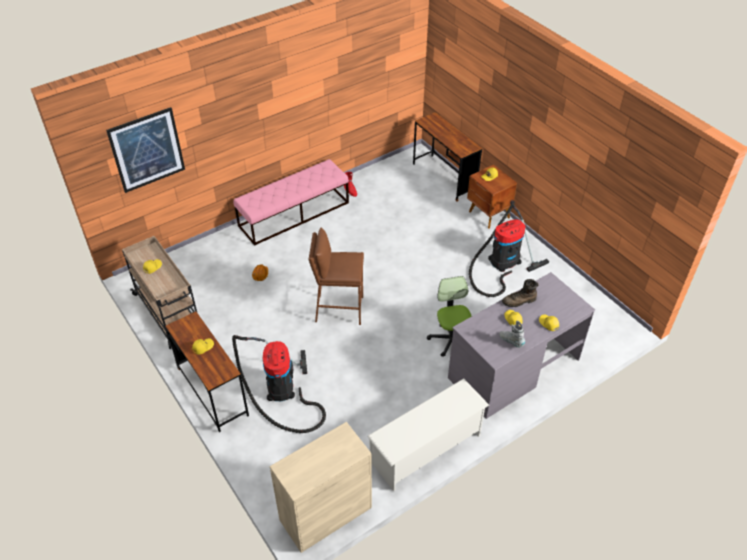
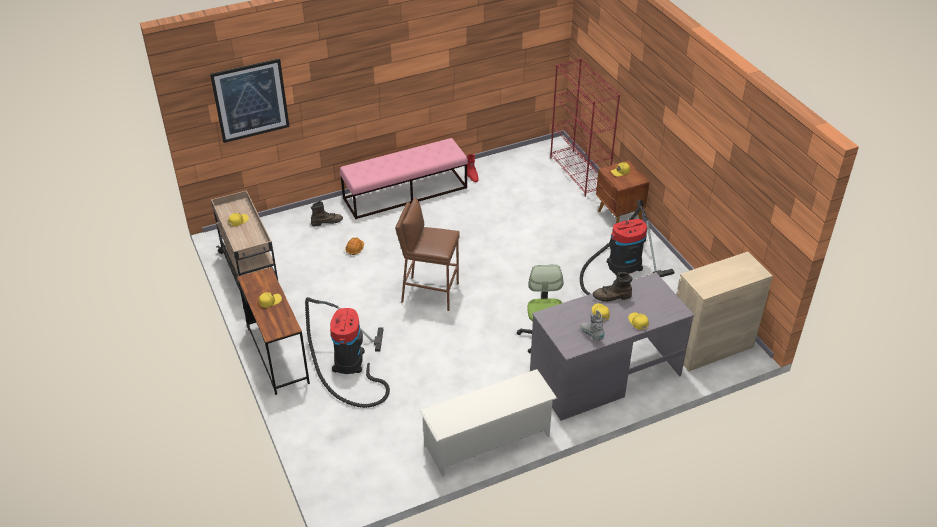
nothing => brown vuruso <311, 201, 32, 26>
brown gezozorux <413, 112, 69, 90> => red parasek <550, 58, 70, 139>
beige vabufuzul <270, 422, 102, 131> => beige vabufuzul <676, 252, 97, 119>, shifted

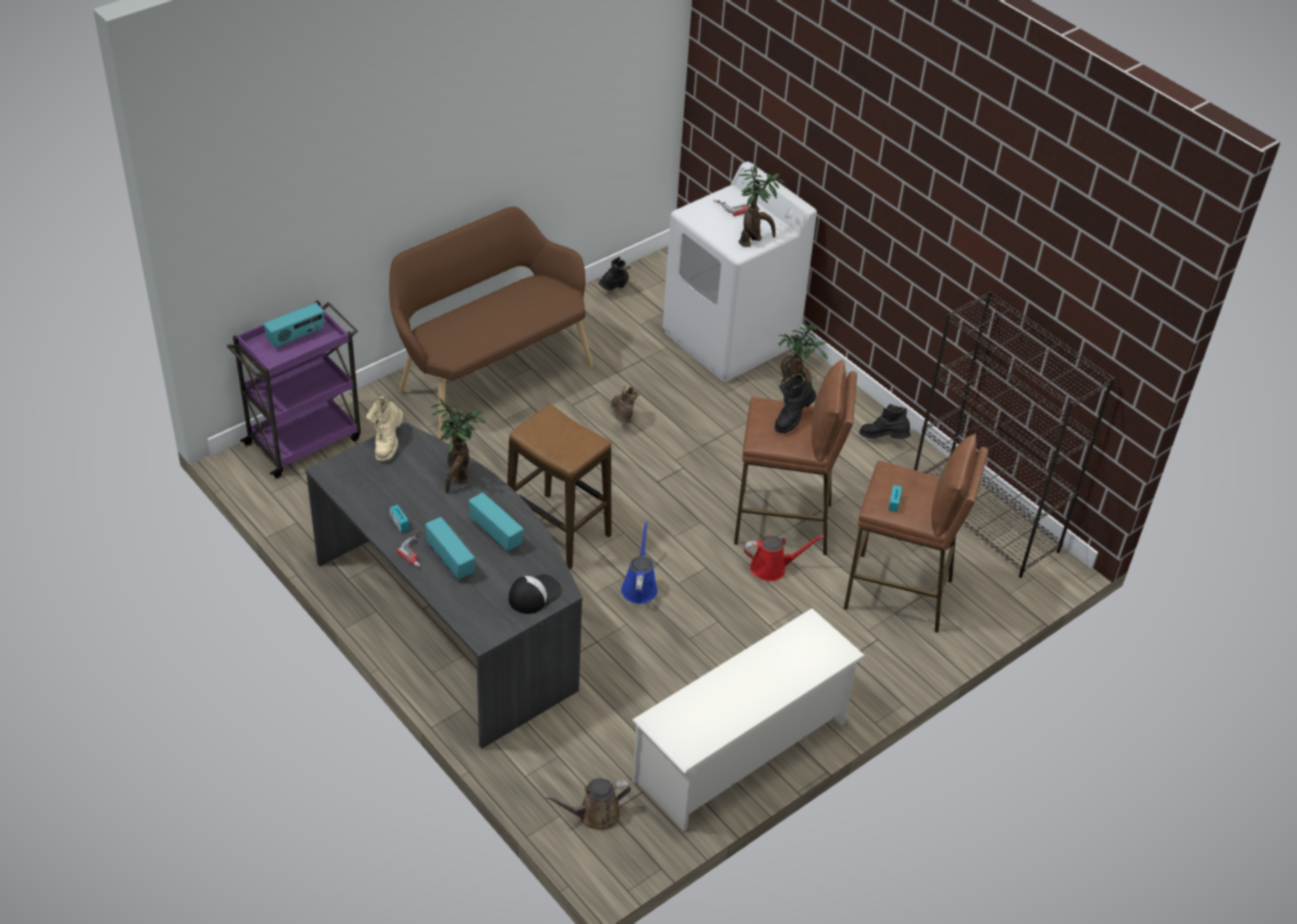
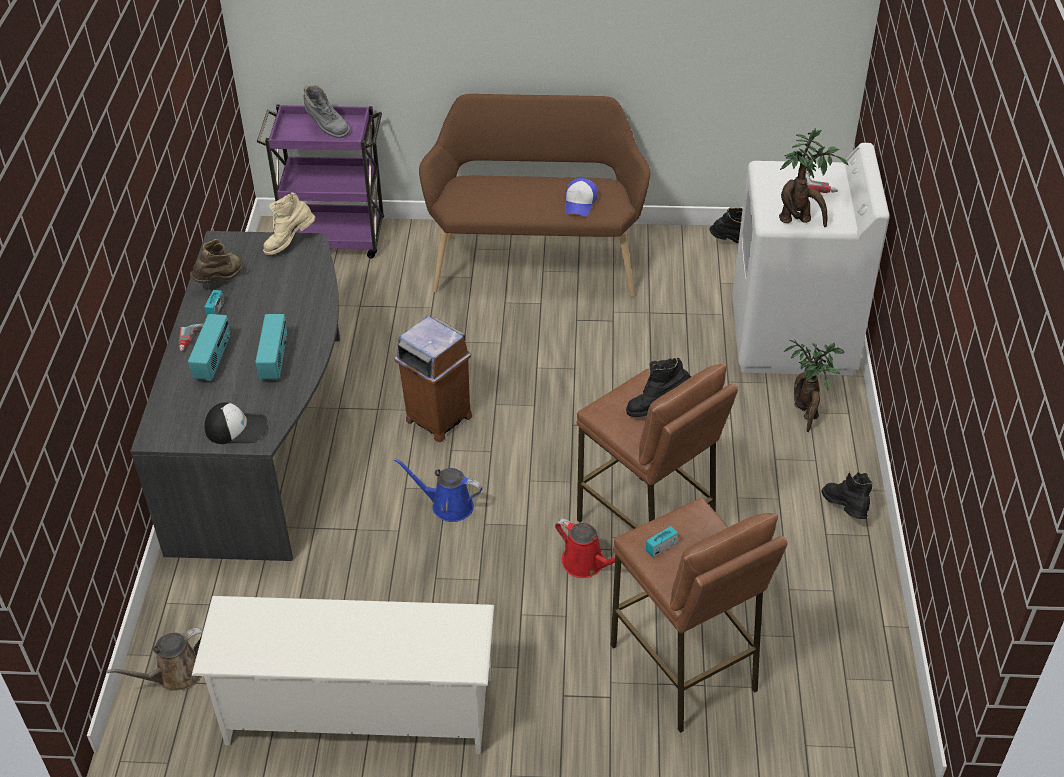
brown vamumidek <543, 778, 88, 53> => brown vamumidek <106, 628, 97, 63>, 60 degrees counterclockwise
brown vuruso <610, 385, 31, 38> => brown vuruso <190, 239, 52, 44>, shifted
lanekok <263, 303, 61, 45> => grey vuruso <304, 85, 46, 53>
blue vamumidek <621, 521, 37, 83> => blue vamumidek <394, 458, 88, 64>, 120 degrees counterclockwise
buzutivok <507, 404, 104, 165> => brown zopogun <395, 316, 77, 126>
nothing => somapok <565, 178, 33, 38>
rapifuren <431, 398, 55, 95> => nothing
black parasek <914, 291, 201, 287> => nothing

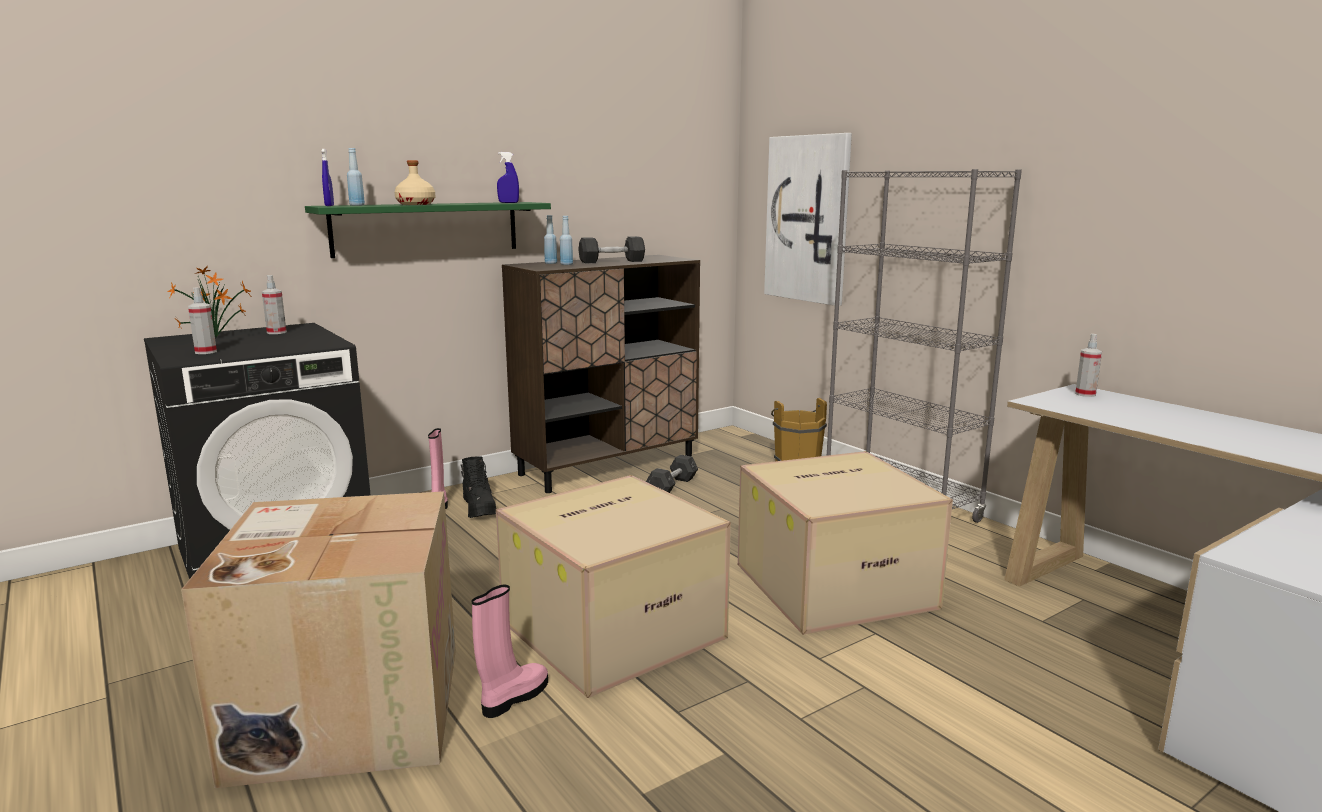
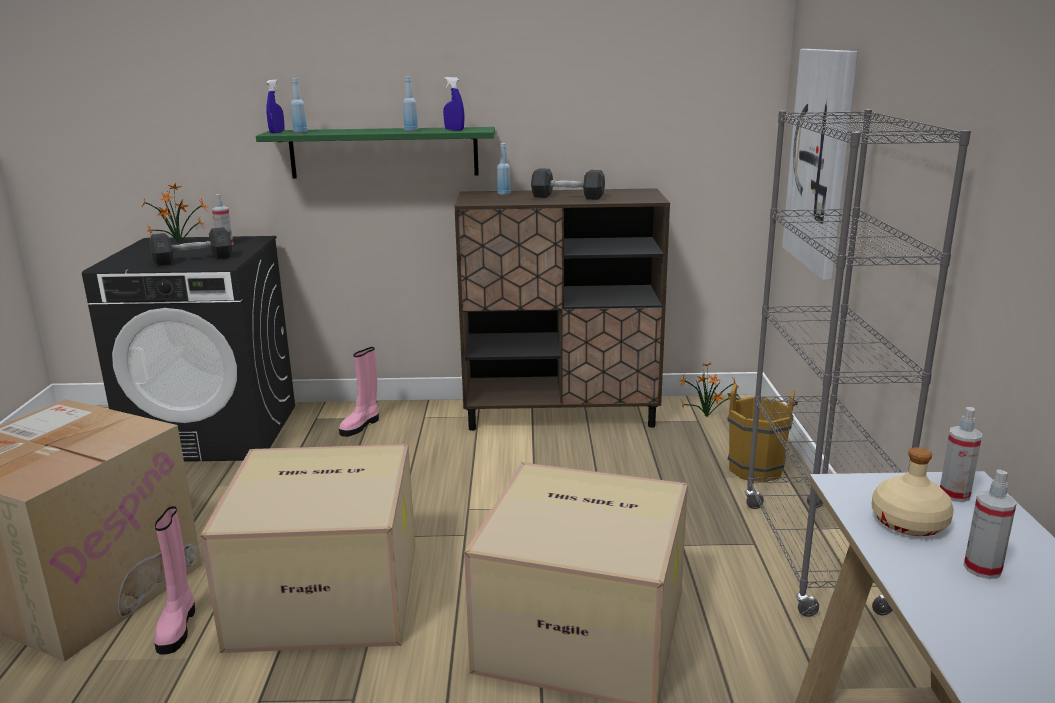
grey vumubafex <646, 455, 52, 38> => grey vumubafex <149, 227, 83, 39>, shifted
pink vuruso <472, 584, 76, 134> => pink vuruso <154, 506, 41, 149>, 105 degrees clockwise
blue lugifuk <560, 216, 13, 49> => blue lugifuk <403, 77, 15, 54>, shifted
nothing => rapifuren <680, 362, 59, 55>
beige lugifuk <394, 160, 41, 45> => beige lugifuk <872, 447, 82, 89>, shifted
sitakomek <188, 288, 29, 66> => sitakomek <964, 470, 53, 109>, shifted
black vuruso <461, 457, 35, 61> => nothing

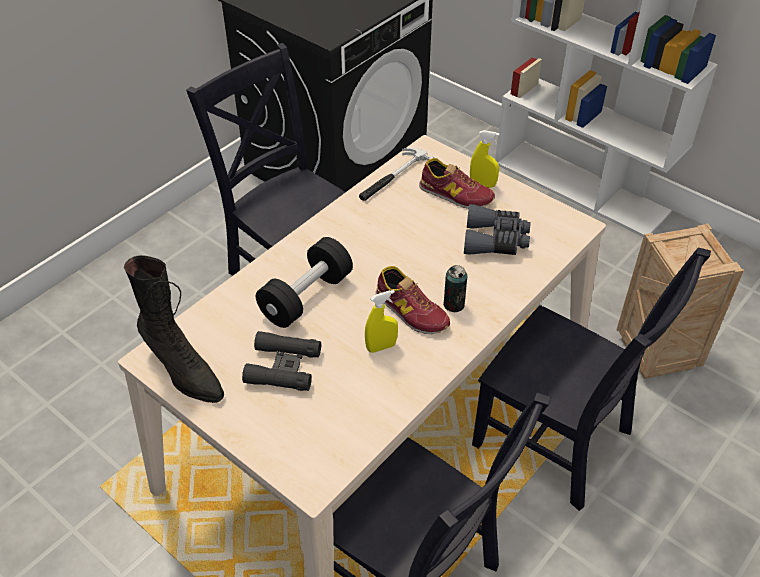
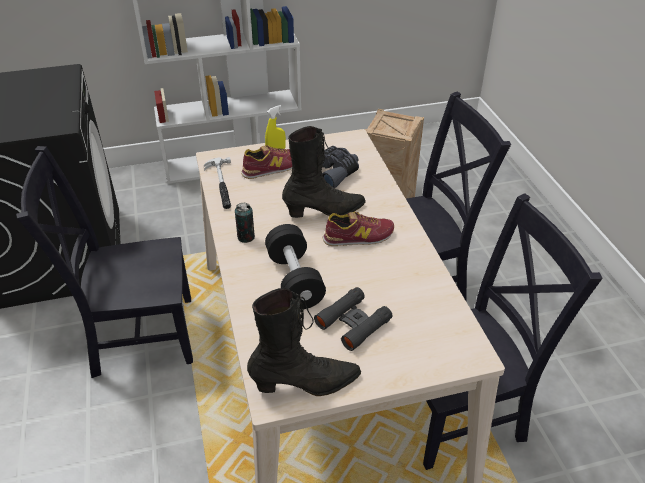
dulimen <443, 265, 24, 47> => dulimen <235, 203, 20, 40>, shifted
nothing => black vuruso <282, 126, 84, 92>
yellow sitakomek <365, 290, 33, 63> => nothing

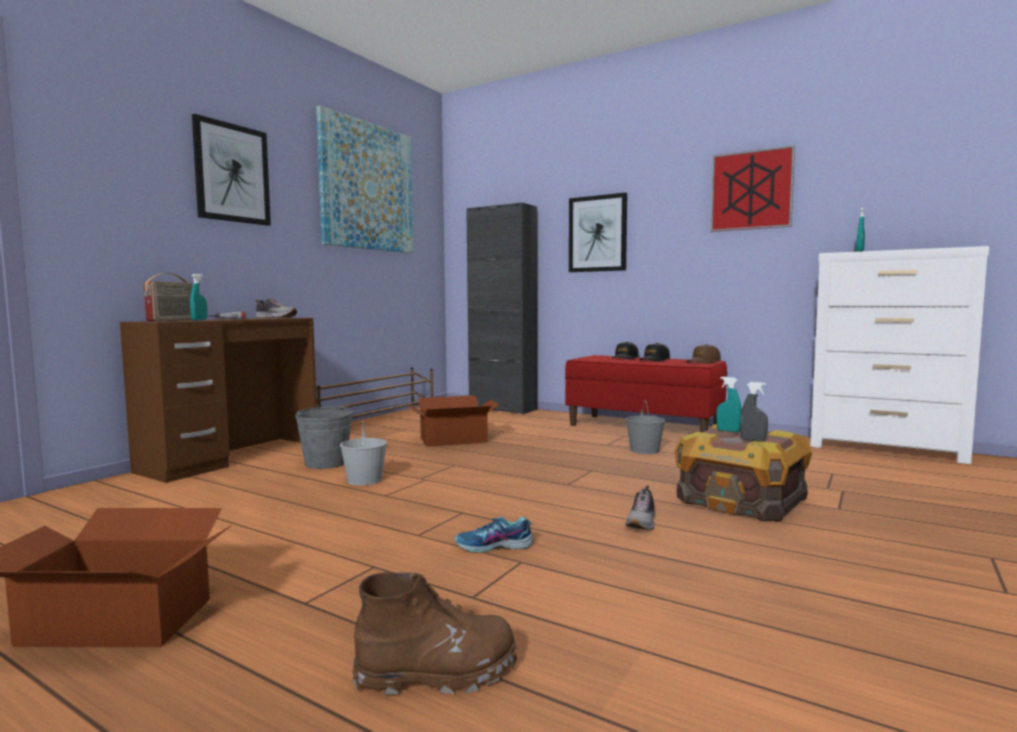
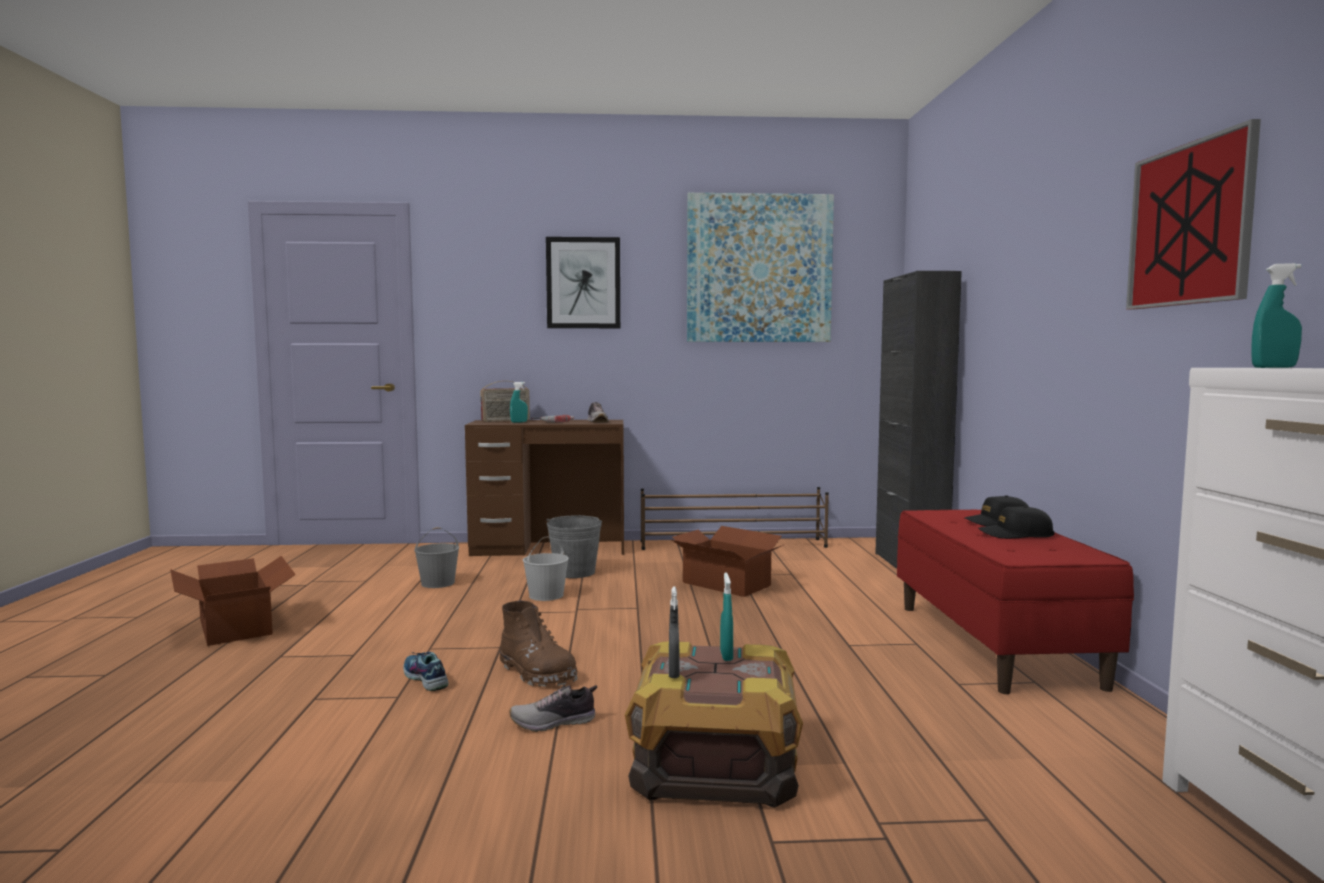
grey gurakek <626, 400, 39, 54> => grey gurakek <414, 527, 45, 61>, shifted
brown vuruso <352, 572, 165, 123> => brown vuruso <500, 601, 78, 86>, shifted
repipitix <569, 193, 58, 79> => nothing
brown somapok <686, 344, 35, 20> => nothing

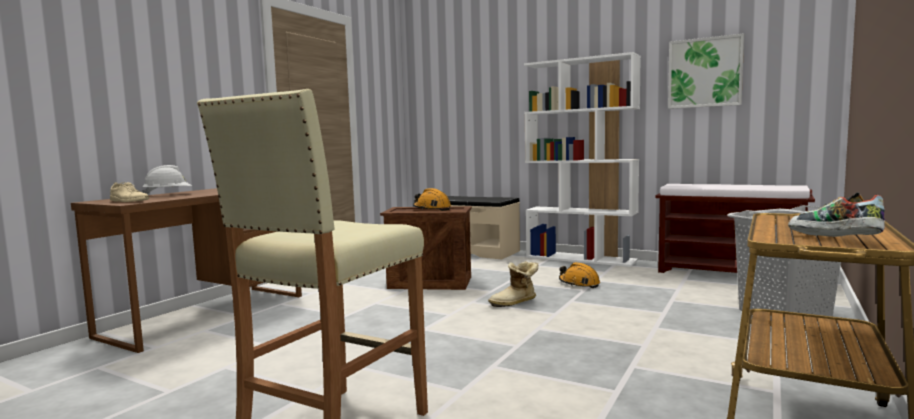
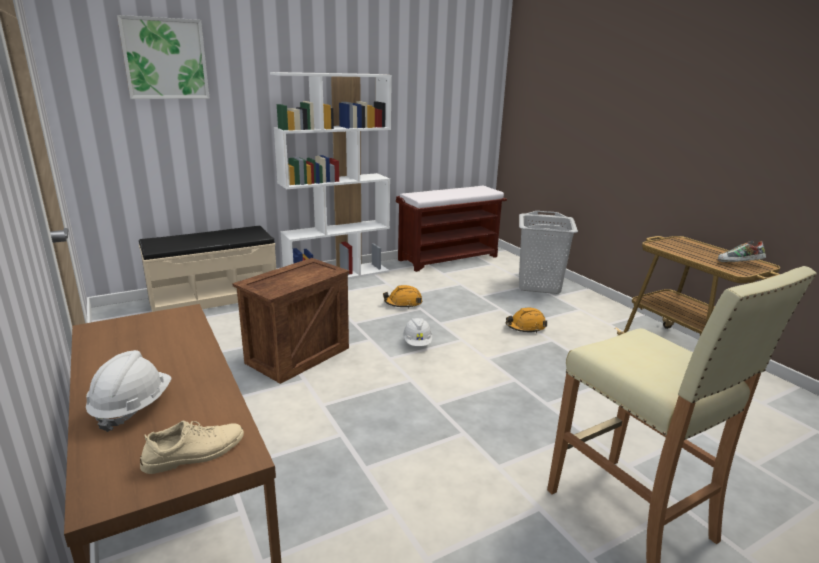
repipitix <668, 33, 76, 76> => repipitix <117, 15, 93, 84>, shifted
vuruso <488, 261, 50, 46> => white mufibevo <403, 318, 29, 28>
orange mufibevo <413, 188, 38, 23> => orange mufibevo <506, 307, 41, 26>, shifted

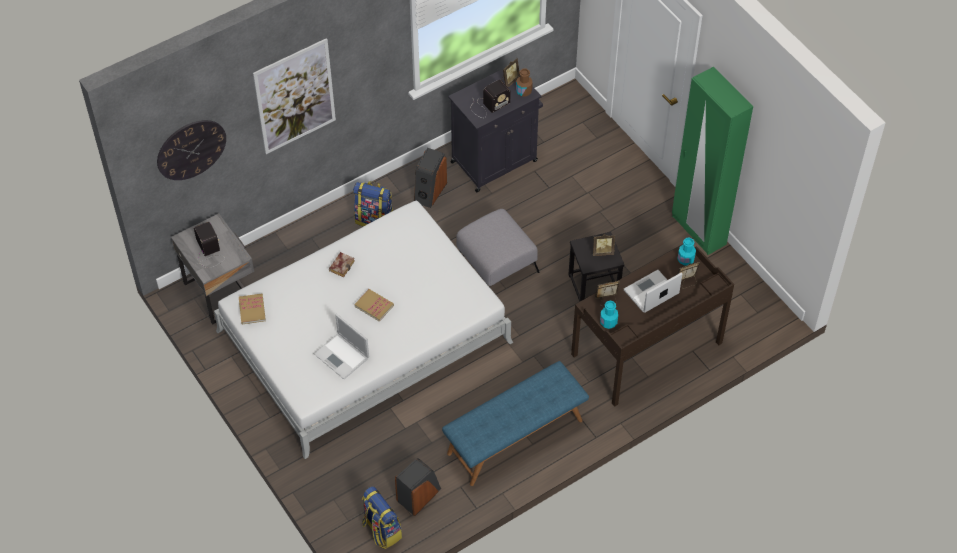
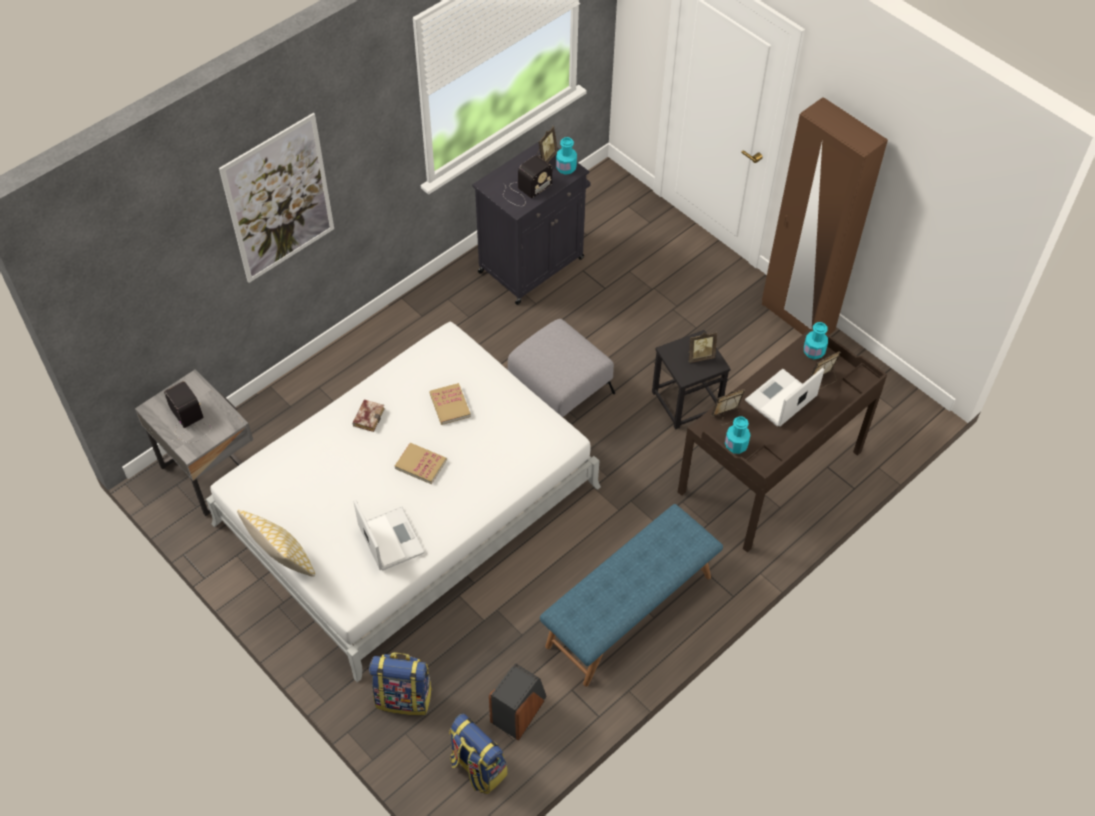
nothing => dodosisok <237, 510, 78, 67>
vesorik <314, 314, 55, 65> => vesorik <353, 499, 72, 71>, 150 degrees counterclockwise
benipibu <353, 181, 40, 46> => benipibu <369, 652, 63, 63>, shifted
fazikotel <239, 294, 27, 30> => fazikotel <429, 383, 42, 42>, shifted
brown lugifuk <516, 68, 17, 29> => turquoise lugifuk <556, 137, 21, 38>
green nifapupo <672, 67, 81, 188> => brown nifapupo <762, 97, 126, 238>
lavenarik <157, 120, 69, 60> => nothing
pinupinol <414, 148, 33, 60> => nothing

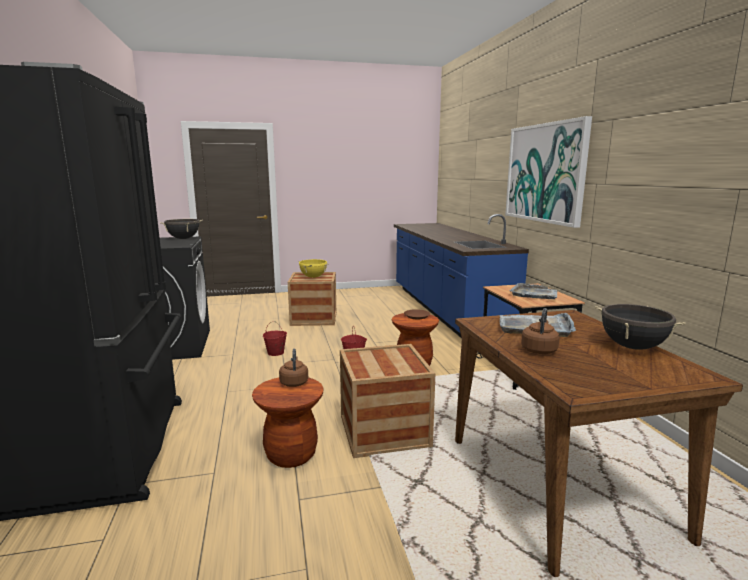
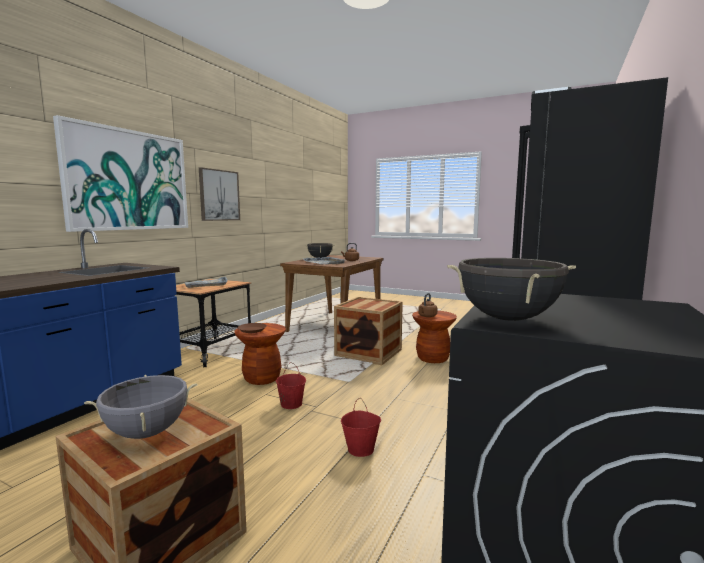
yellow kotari <298, 259, 30, 19> => grey kotari <84, 375, 113, 64>
nothing => repipitix <199, 167, 41, 54>

